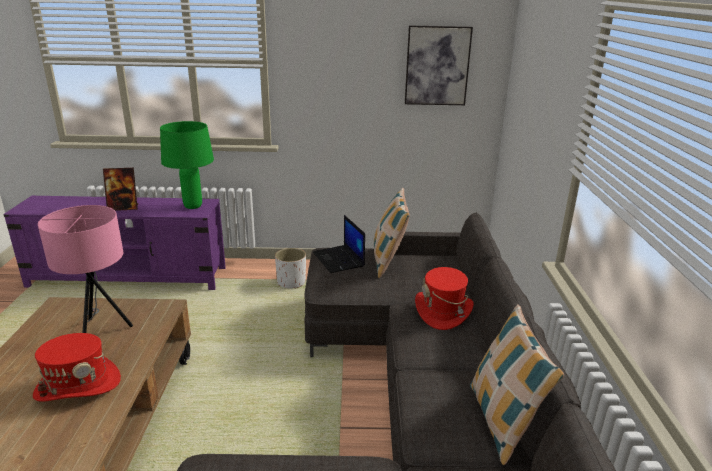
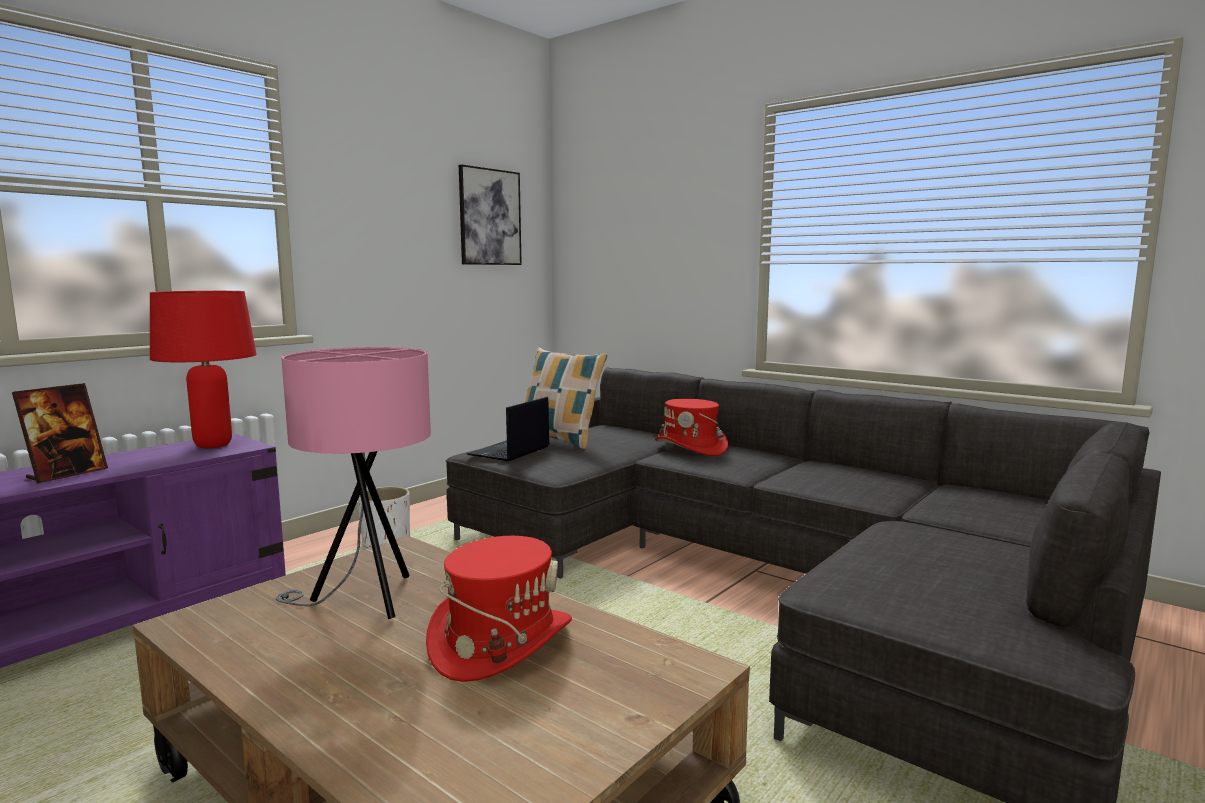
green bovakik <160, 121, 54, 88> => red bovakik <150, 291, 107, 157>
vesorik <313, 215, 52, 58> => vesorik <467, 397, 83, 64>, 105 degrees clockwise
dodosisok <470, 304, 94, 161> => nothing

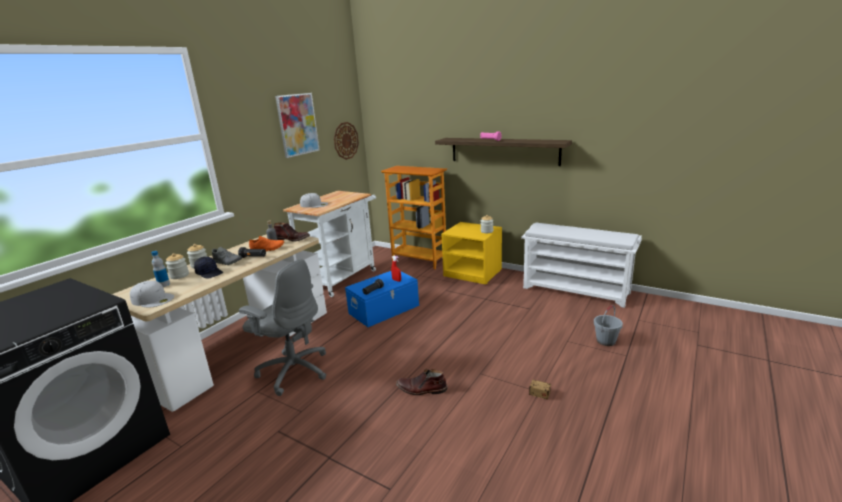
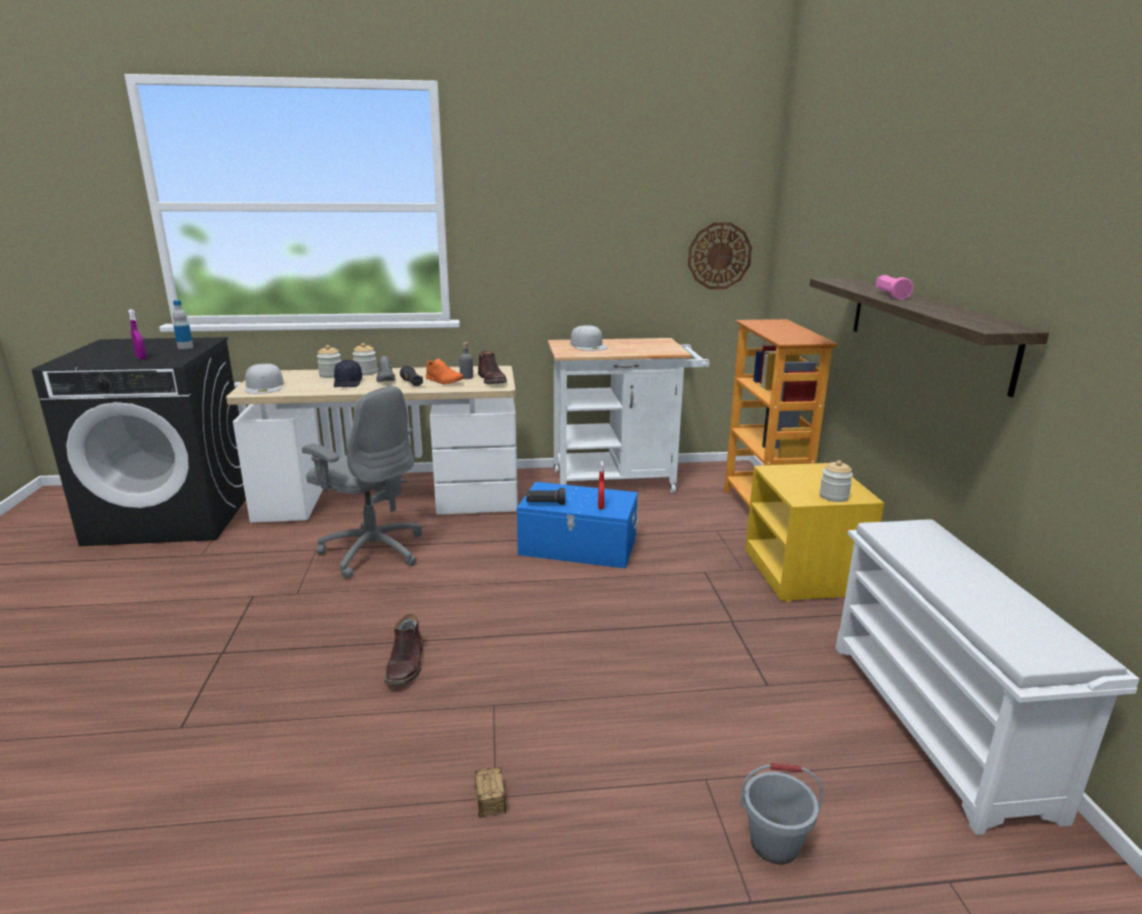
nothing => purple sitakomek <128, 309, 19, 50>
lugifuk <151, 251, 19, 36> => lugifuk <172, 300, 21, 49>, shifted
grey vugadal <239, 259, 88, 137> => grey vugadal <302, 386, 120, 193>, 45 degrees counterclockwise
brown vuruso <396, 369, 52, 26> => brown vuruso <385, 614, 38, 71>, 150 degrees counterclockwise
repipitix <275, 93, 45, 65> => nothing

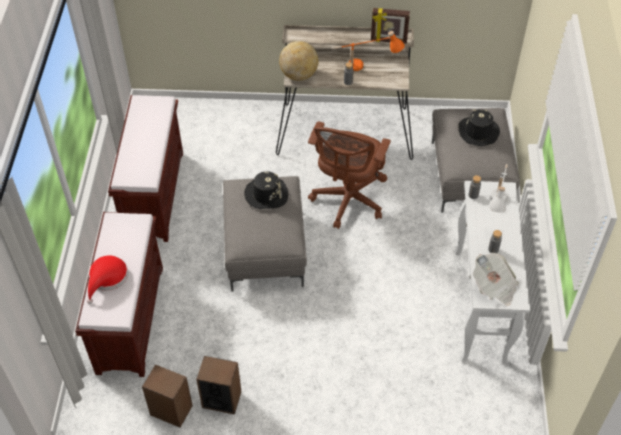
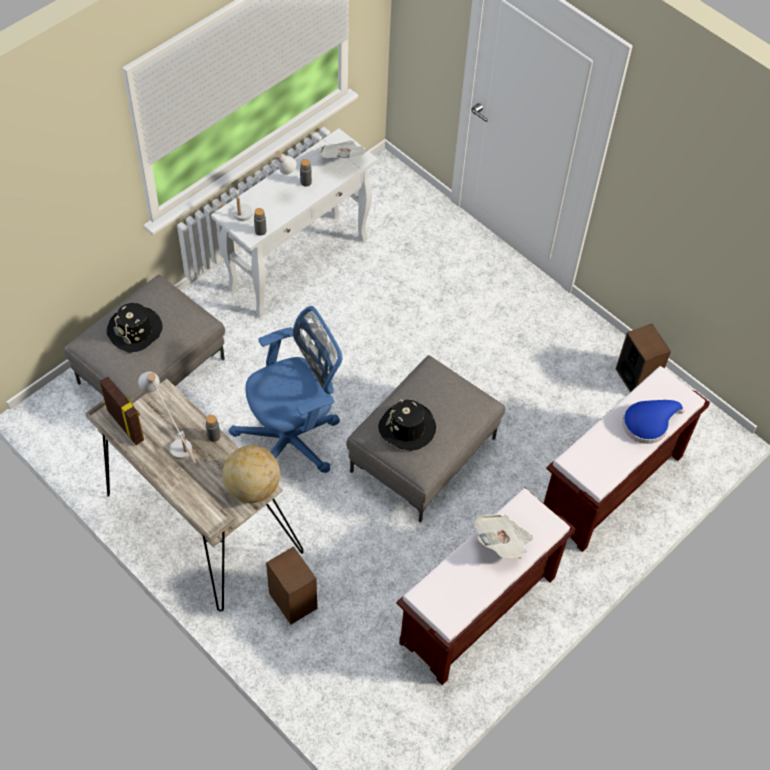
orange bovakik <333, 31, 72, 40> => white bovakik <138, 372, 58, 92>
brown vugadal <308, 121, 83, 108> => blue vugadal <229, 306, 114, 167>
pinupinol <196, 356, 46, 59> => pinupinol <266, 546, 51, 79>, shifted
nothing => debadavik <474, 514, 59, 45>
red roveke <87, 255, 41, 49> => blue roveke <622, 400, 63, 44>

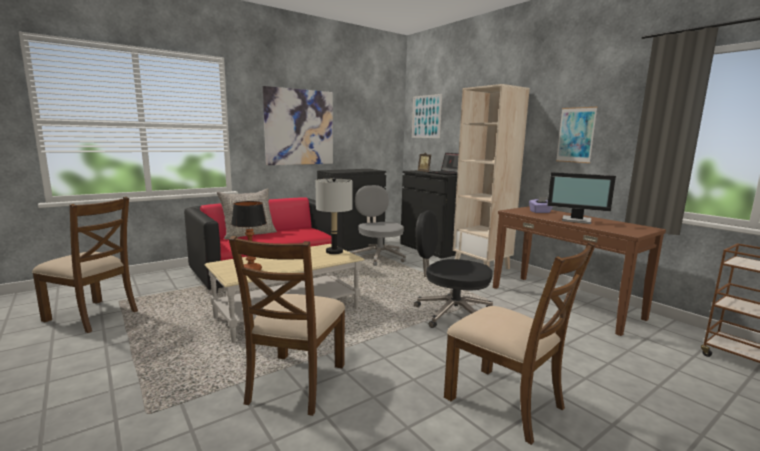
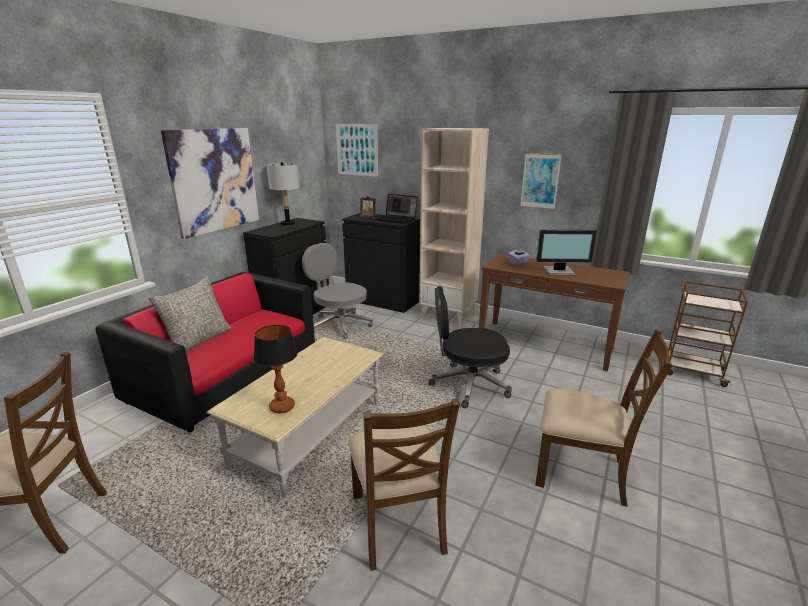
grey bovakik <316, 178, 37, 76> => grey bovakik <267, 162, 32, 63>, shifted

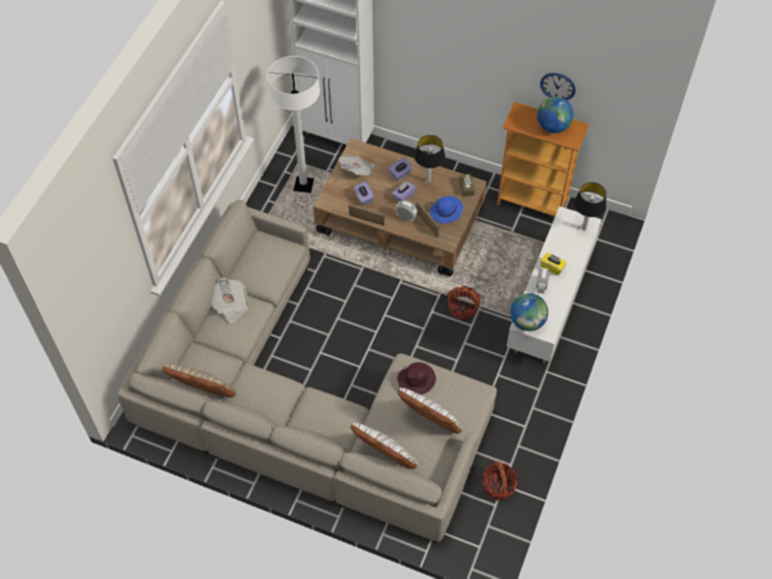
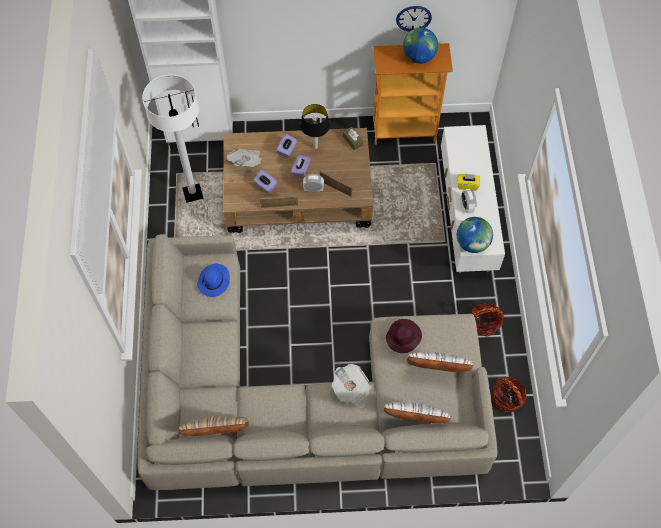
blue roveke <430, 196, 33, 28> => blue roveke <197, 264, 33, 33>, shifted
debadavik <211, 278, 38, 45> => debadavik <332, 364, 40, 44>, shifted
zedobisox <447, 286, 33, 33> => zedobisox <471, 303, 33, 34>, shifted
bovakik <574, 182, 32, 49> => nothing

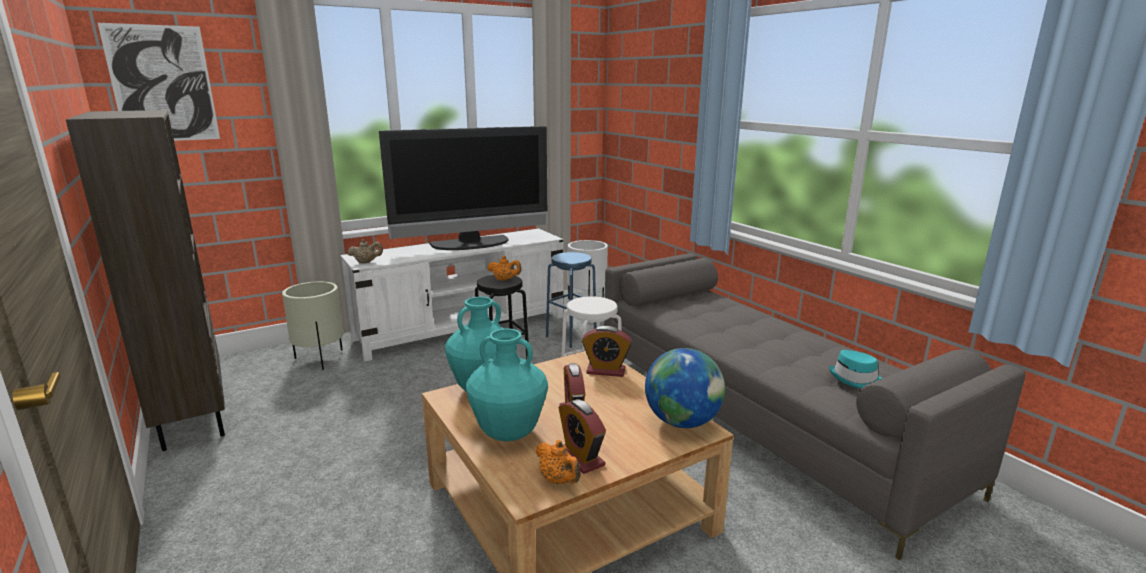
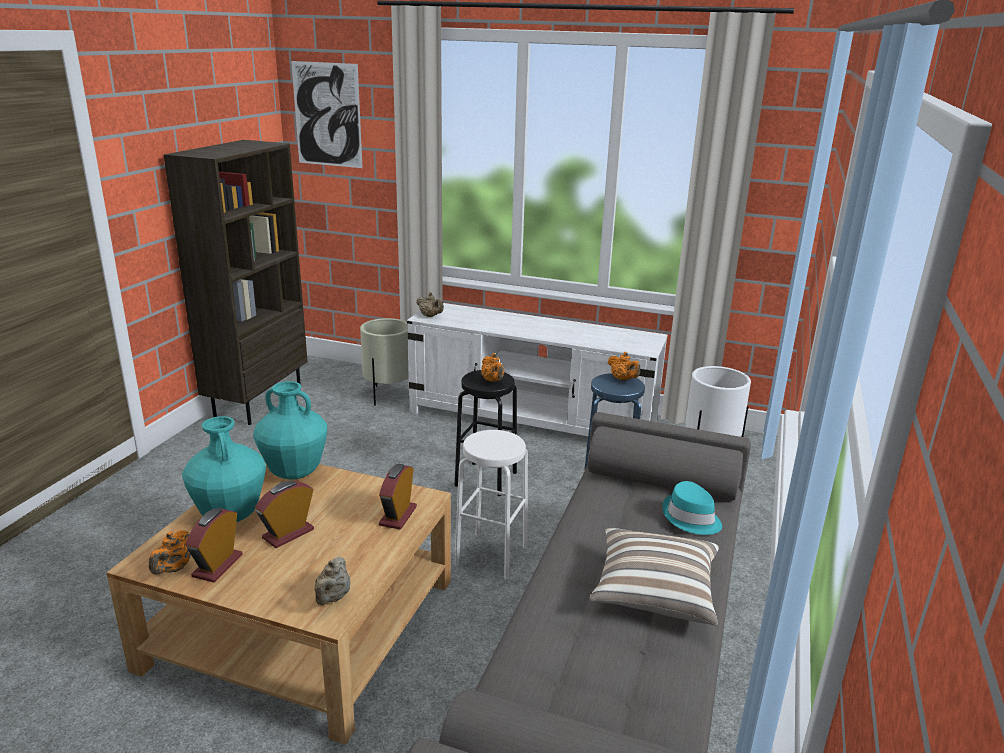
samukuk <645, 348, 80, 80> => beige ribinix <314, 557, 36, 48>
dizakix <582, 326, 50, 51> => dizakix <379, 464, 38, 66>, 45 degrees clockwise
nothing => dodosisok <589, 528, 130, 98>
nothing => orange ribinix <608, 352, 32, 29>
turquoise roveke <829, 350, 53, 39> => turquoise roveke <662, 481, 60, 54>, shifted
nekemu <379, 126, 168, 124> => nothing

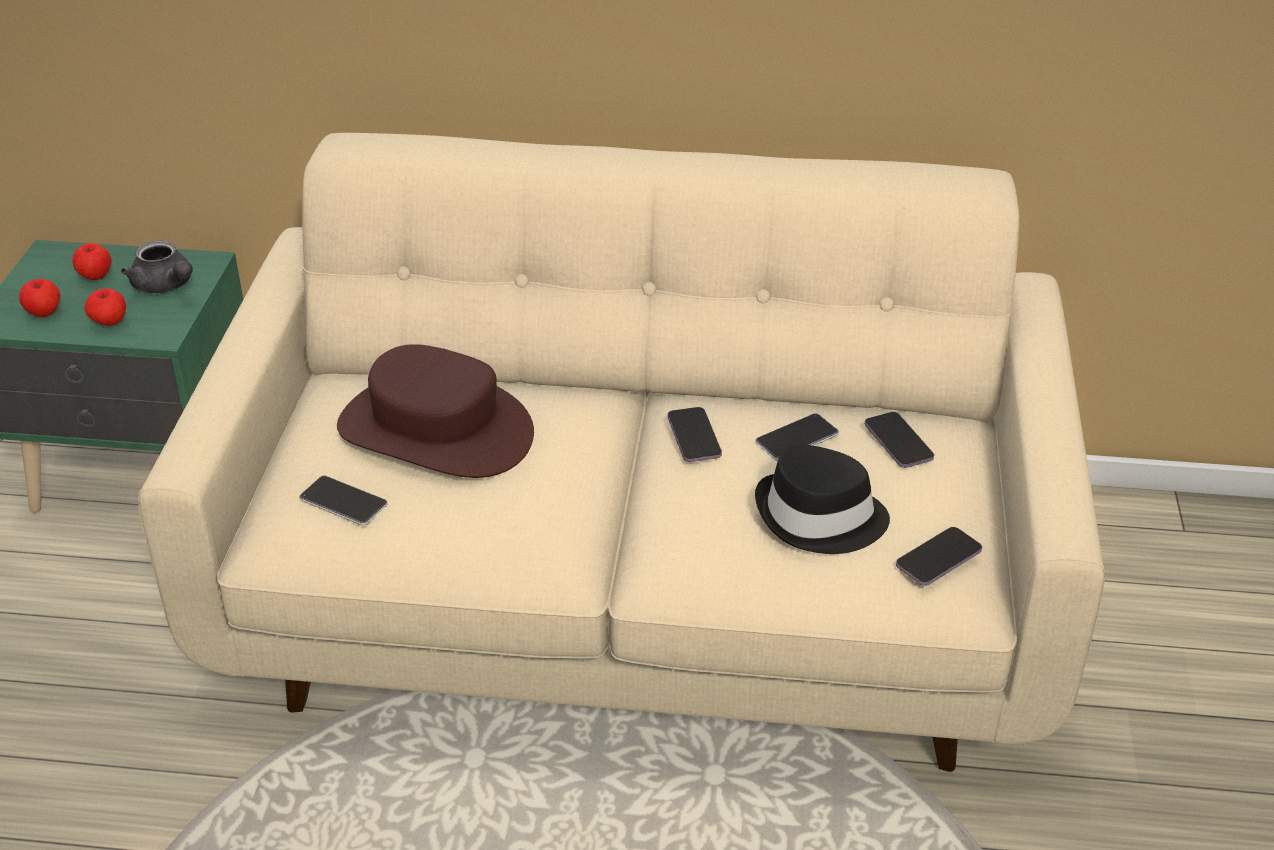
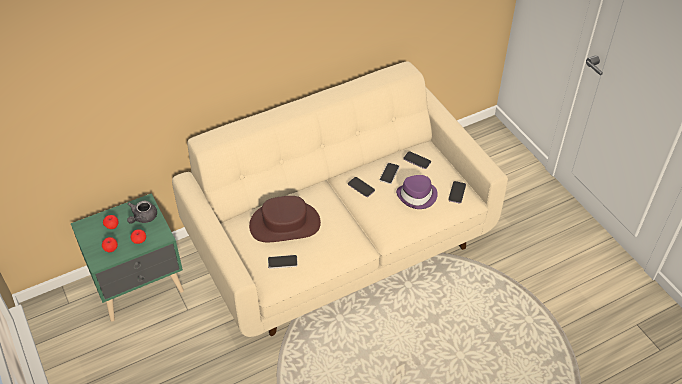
grey ribinix <121, 241, 72, 52> => grey ribinix <127, 201, 30, 23>, 105 degrees clockwise
black roveke <755, 444, 135, 110> => purple roveke <396, 175, 42, 34>

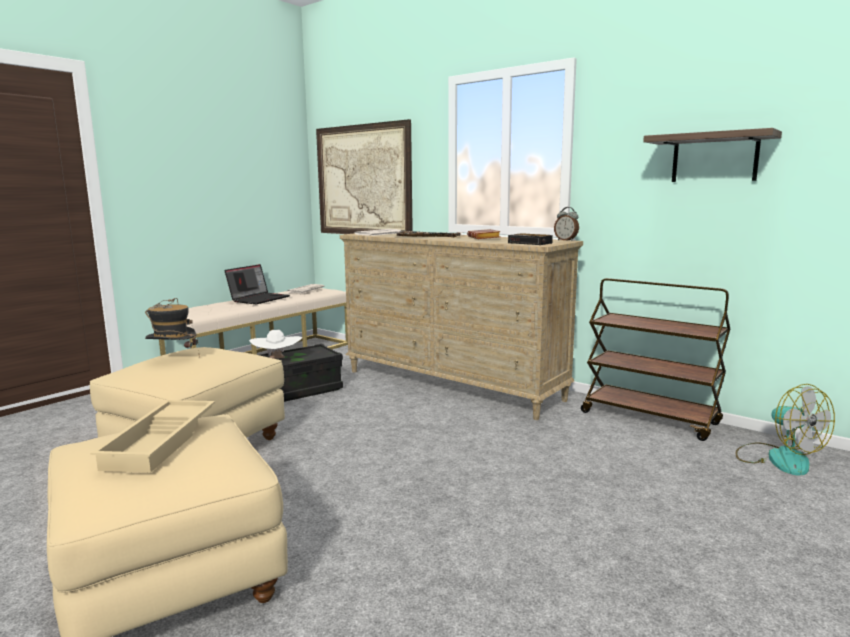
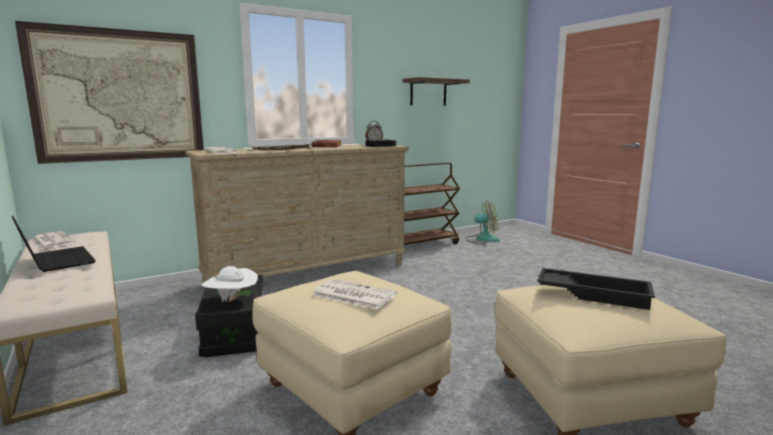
roveke <145, 298, 55, 58> => debadavik <312, 279, 85, 31>
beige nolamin <90, 400, 125, 73> => black nolamin <537, 268, 118, 42>

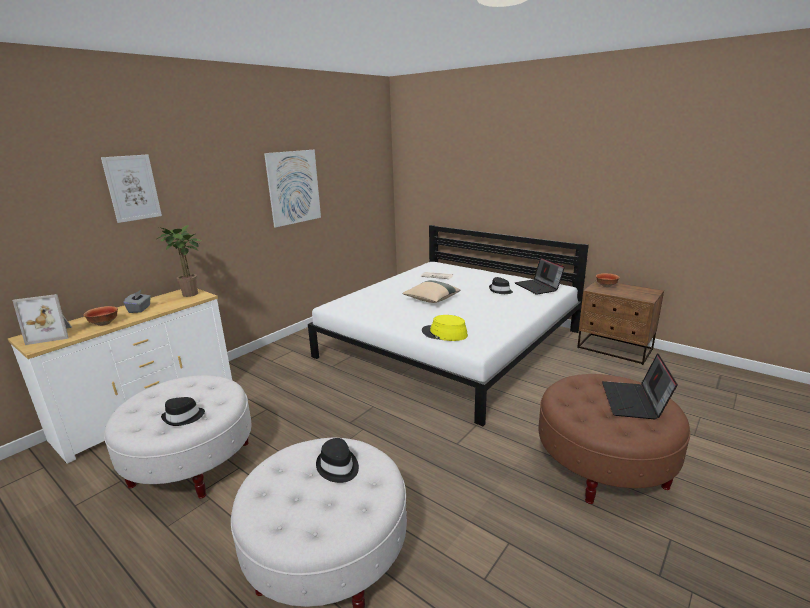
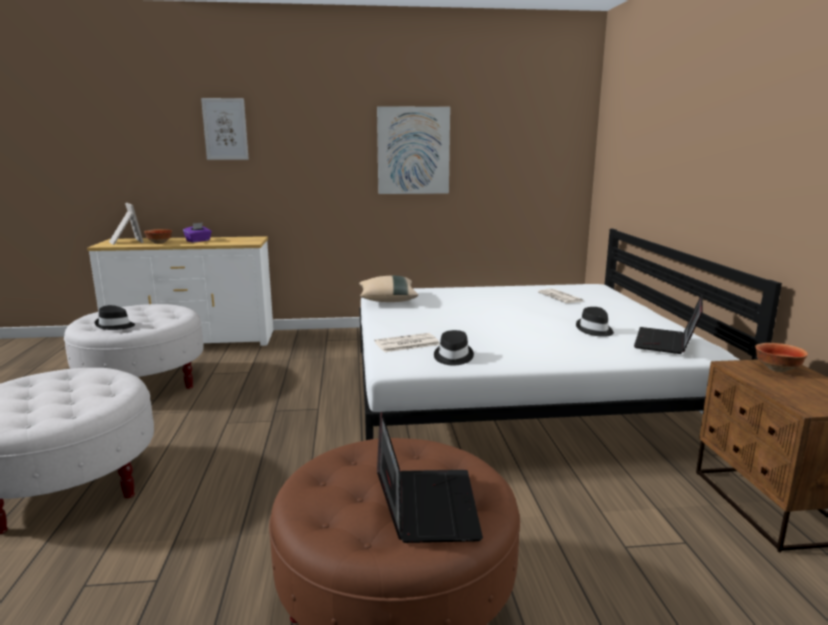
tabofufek <12, 294, 60, 51> => tabofufek <109, 203, 35, 42>, 150 degrees counterclockwise
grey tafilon <123, 290, 28, 23> => purple tafilon <183, 223, 29, 19>
beige dodosisok <402, 280, 58, 23> => beige dodosisok <359, 276, 59, 26>, shifted
yellow roveke <422, 315, 46, 26> => debadavik <374, 333, 66, 19>
vesorik <602, 353, 76, 66> => vesorik <377, 412, 106, 131>, 120 degrees clockwise
black roveke <316, 438, 43, 45> => black roveke <434, 330, 40, 36>, shifted
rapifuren <157, 225, 44, 72> => nothing

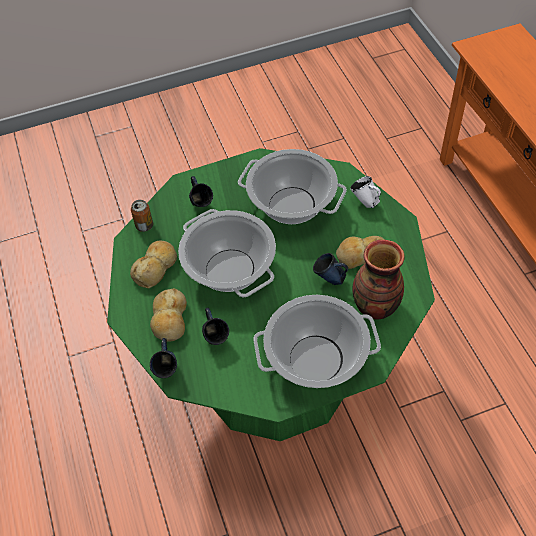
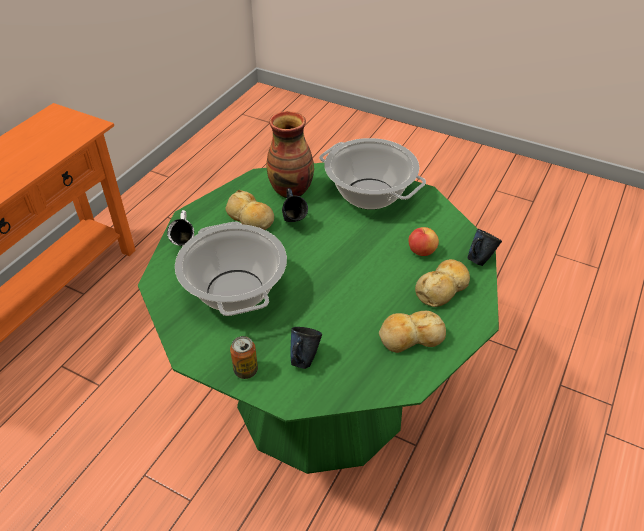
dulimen <131, 200, 22, 32> => dulimen <230, 336, 28, 43>, shifted
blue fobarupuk <202, 308, 27, 37> => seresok <409, 227, 30, 29>
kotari <178, 209, 98, 88> => nothing

